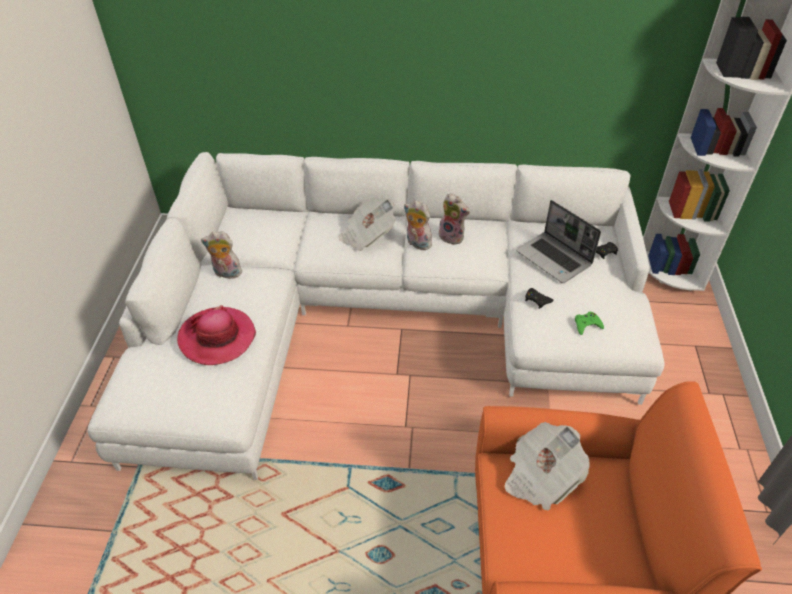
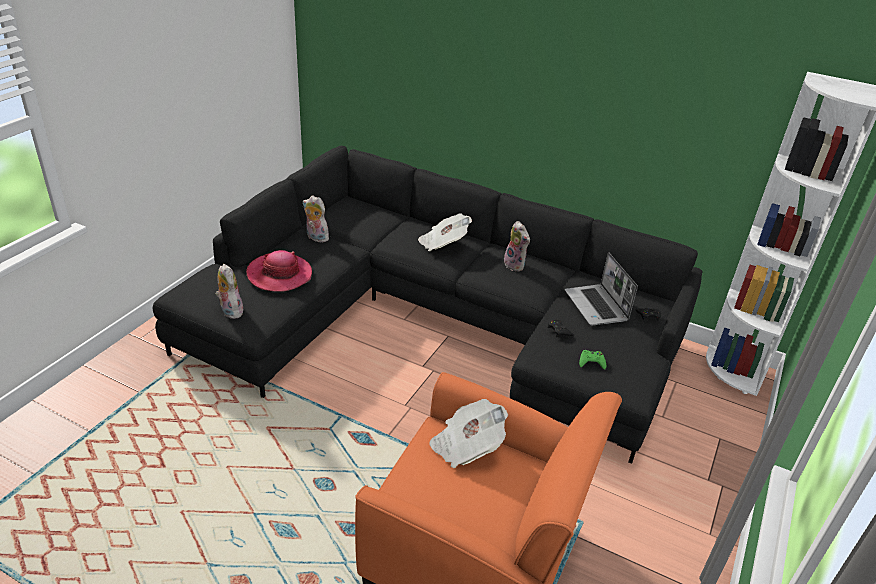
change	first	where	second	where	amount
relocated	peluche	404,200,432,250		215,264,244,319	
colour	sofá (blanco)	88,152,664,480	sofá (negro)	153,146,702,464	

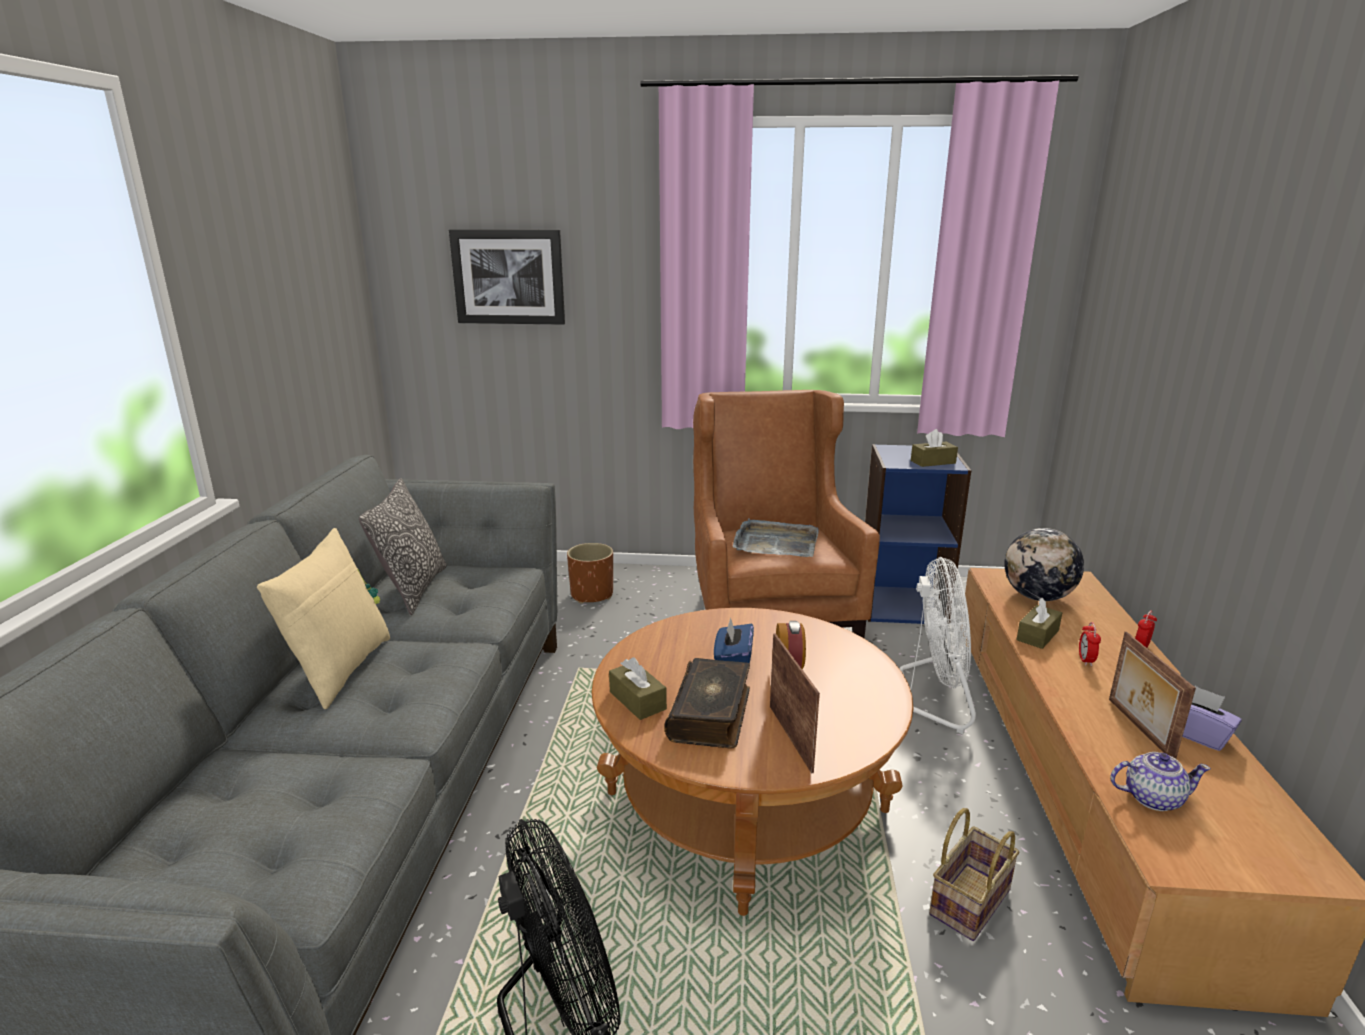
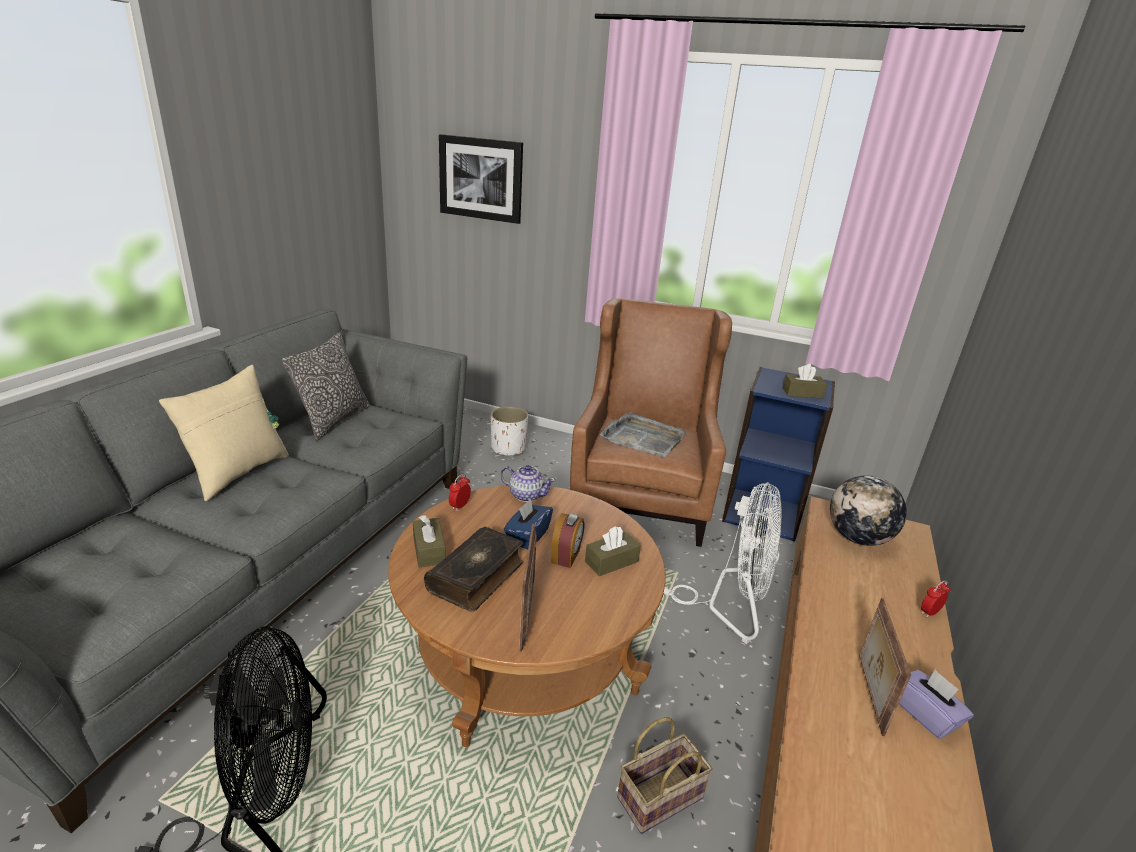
change	first	where	second	where	amount
relocated	caja de pañuelos (marrón)	1016,598,1062,649		585,526,641,576	
relocated	despertador	1079,622,1101,666		449,474,471,511	
relocated	tetera	1111,752,1211,811		500,465,556,502	
colour	maceta (marrón)	567,543,613,604	maceta (blanco)	491,407,528,456	

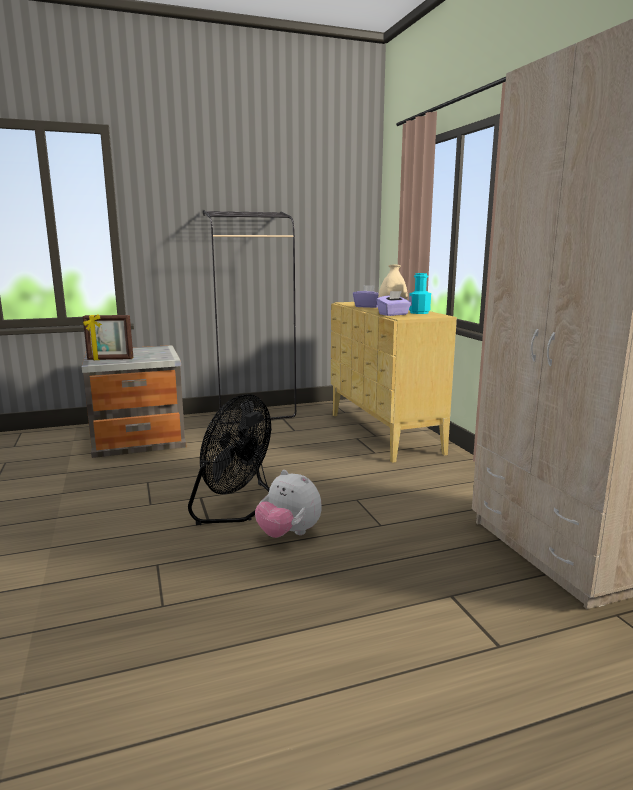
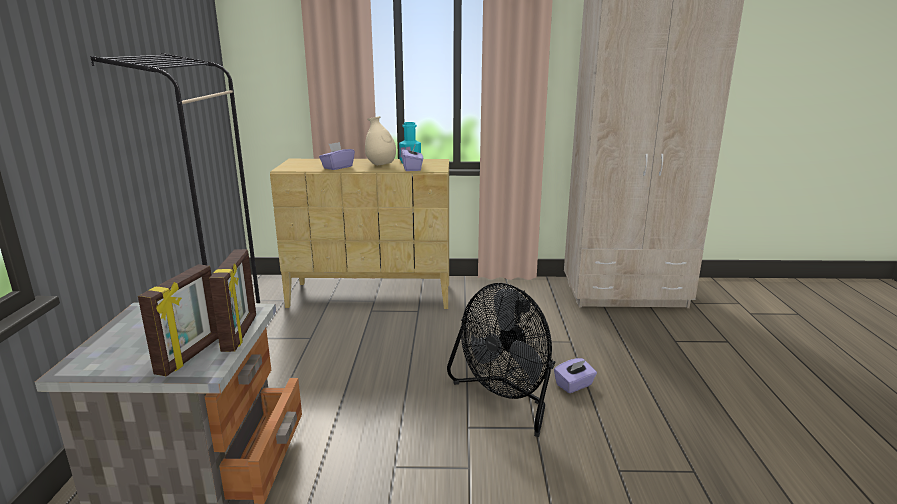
change	first	where	second	where	amount
appeared			portarretratos	209,249,256,352	
exchanged	peluche	255,470,322,538	caja de pañuelos (morado)	554,358,597,393	

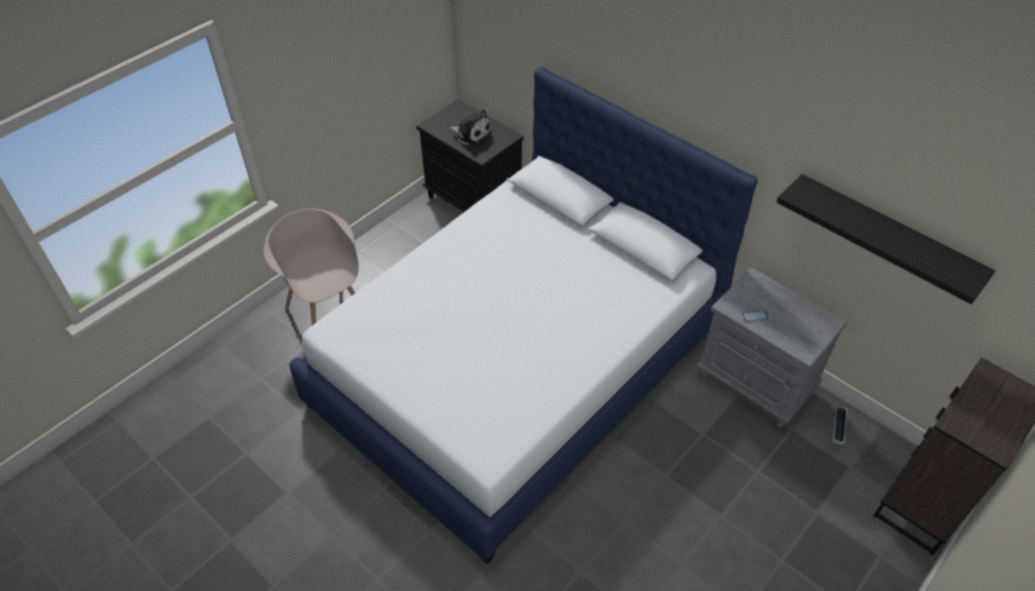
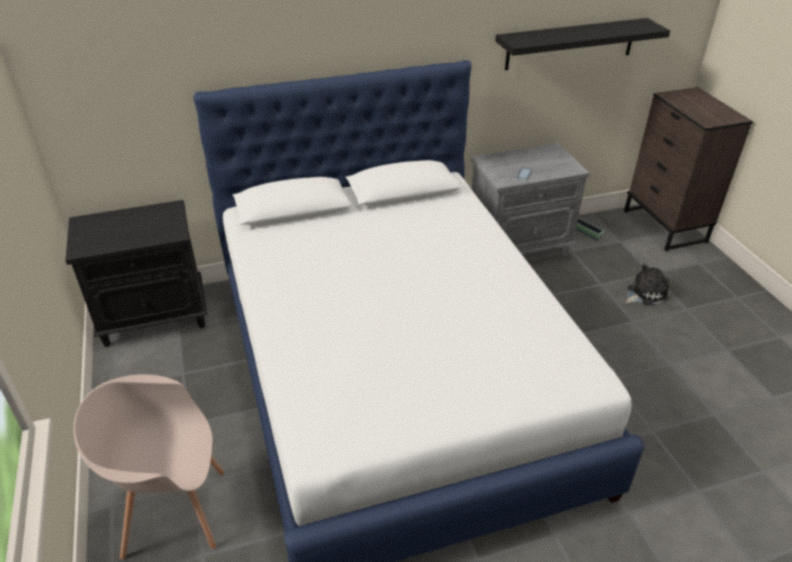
change	first	where	second	where	amount
relocated	peluche	449,109,491,147		625,264,669,306	

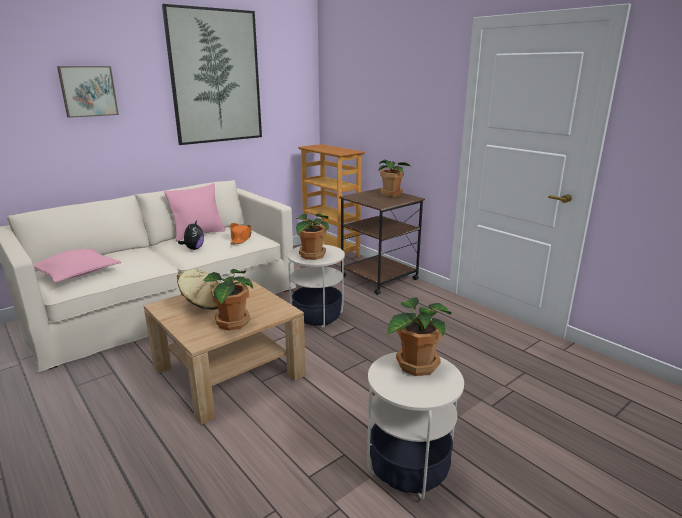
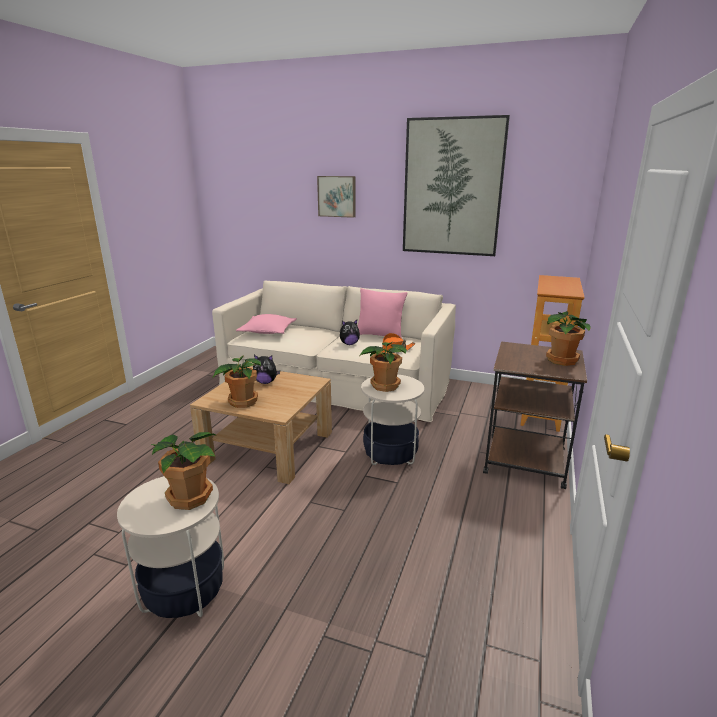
change	first	where	second	where	amount
exchanged	sombrero (beis)	177,269,220,310	peluche	253,355,280,384	

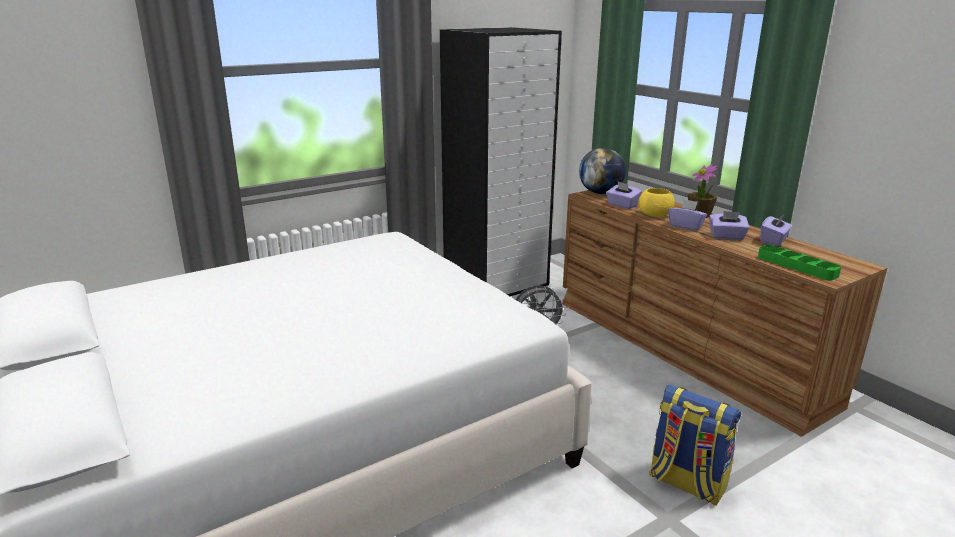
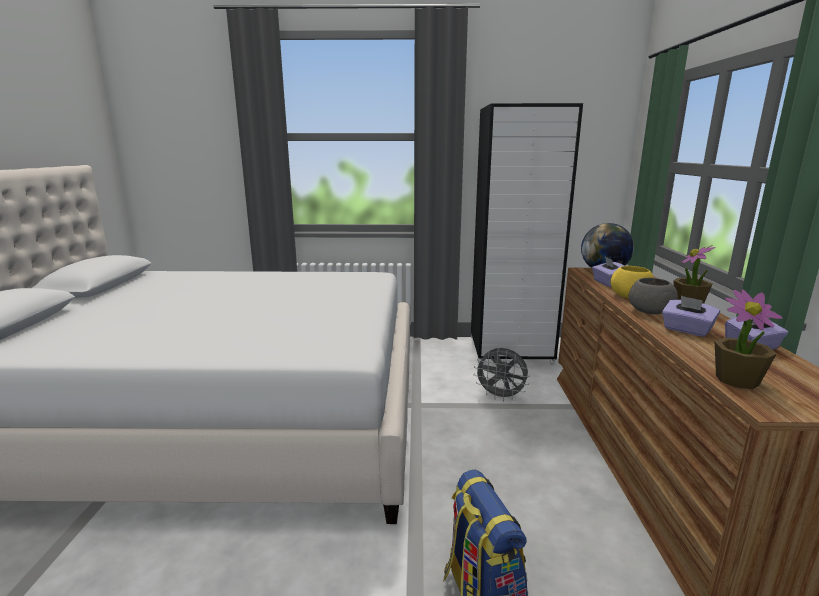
change	first	where	second	where	amount
exchanged	caja de pañuelos (morado)	668,199,707,231	cuenco (gris)	629,278,678,314	
exchanged	bandeja (verde)	758,245,841,280	planta en maceta	715,289,782,389	

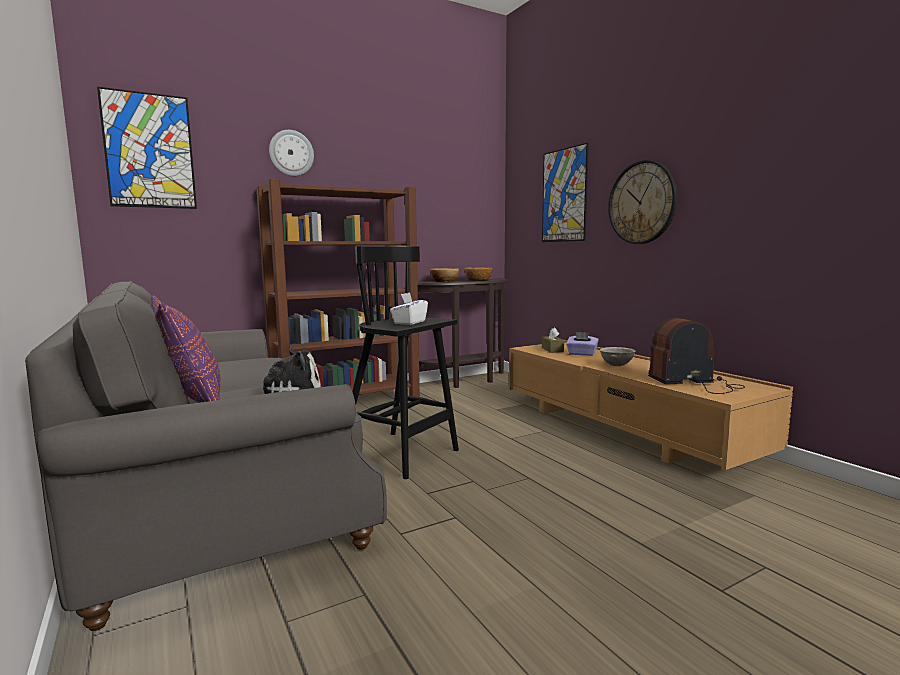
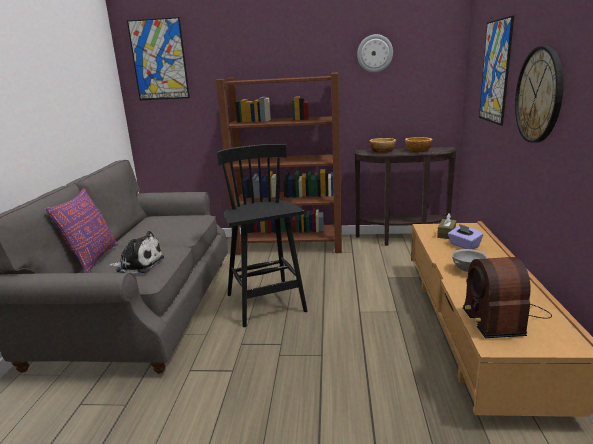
change	first	where	second	where	amount
missing	caja de pañuelos (blanco)	390,292,428,325			
relocated	reloj de pared	269,130,314,176		357,34,393,72	
spun	radio	648,317,745,394		463,257,552,338	120 degrees counterclockwise

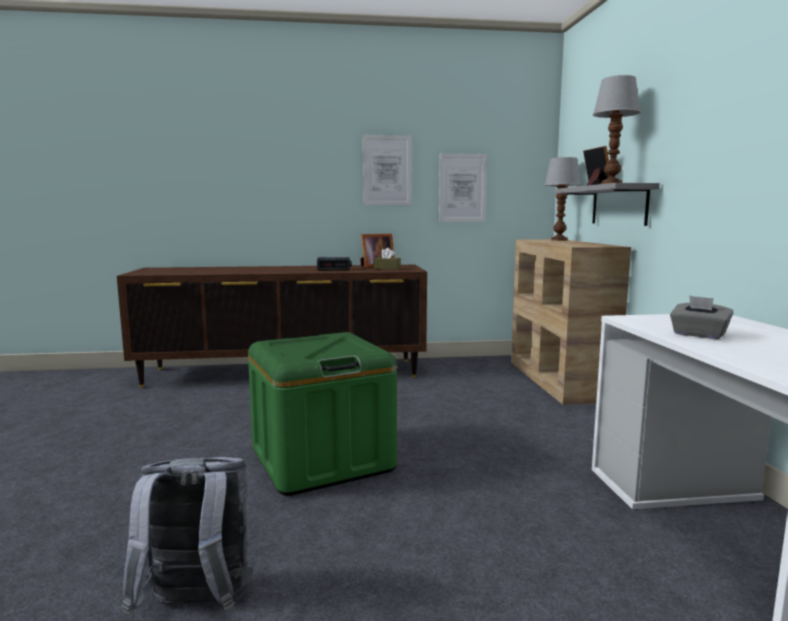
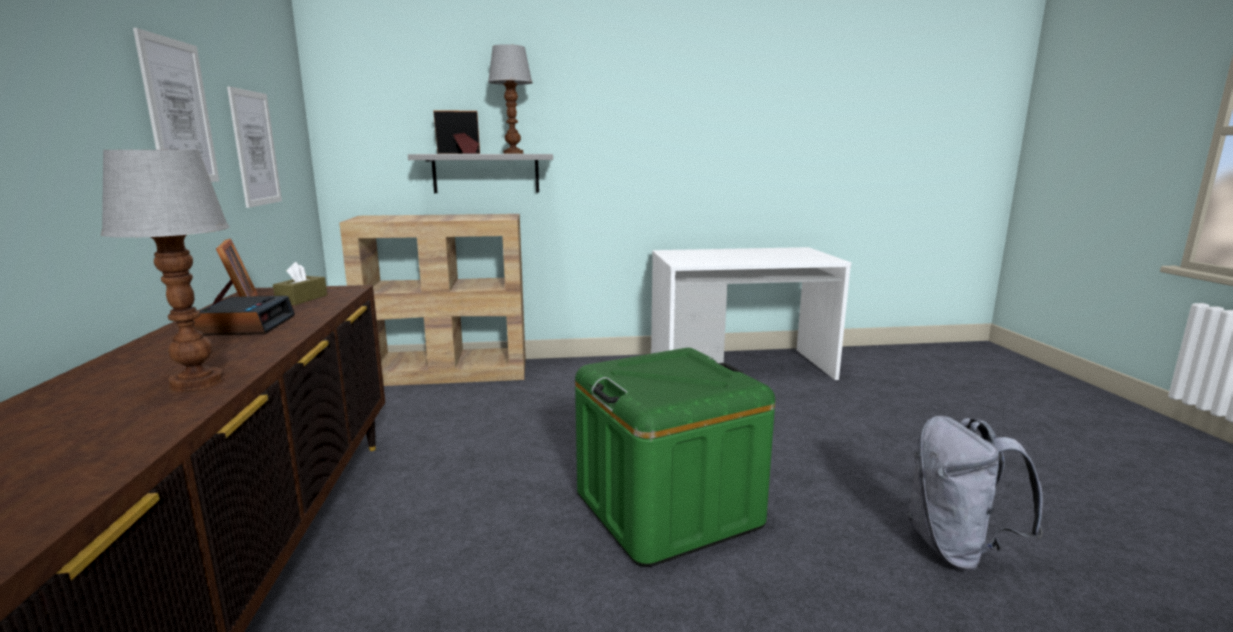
change	first	where	second	where	amount
missing	caja de pañuelos (gris)	670,295,733,339			
relocated	lámpara de mesa	544,157,581,241		101,150,229,391	

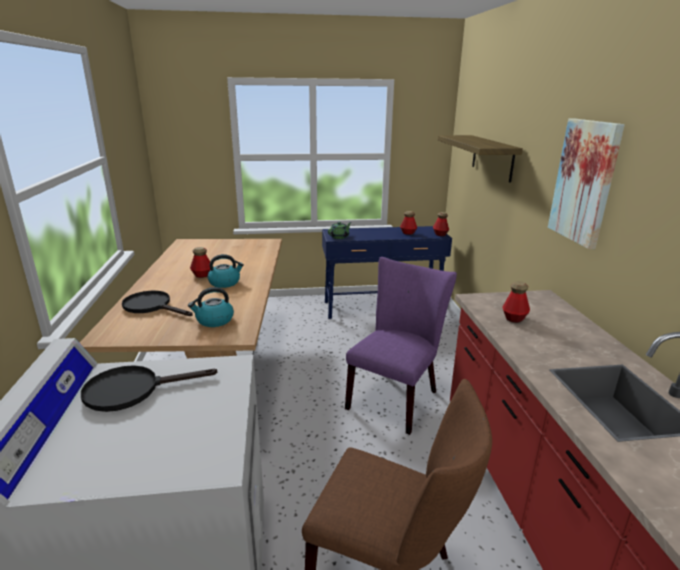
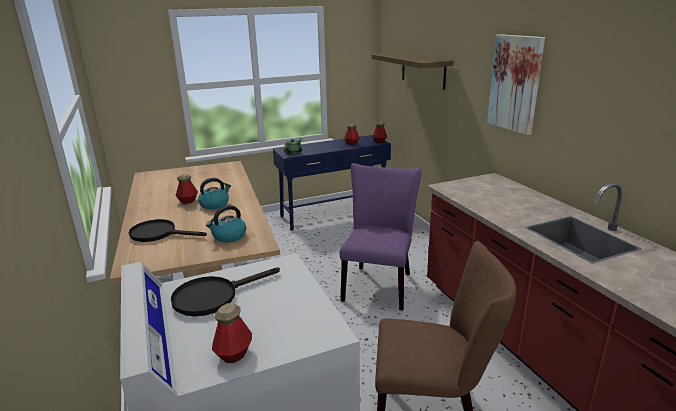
change	first	where	second	where	amount
relocated	botella	502,281,530,323		212,303,252,363	

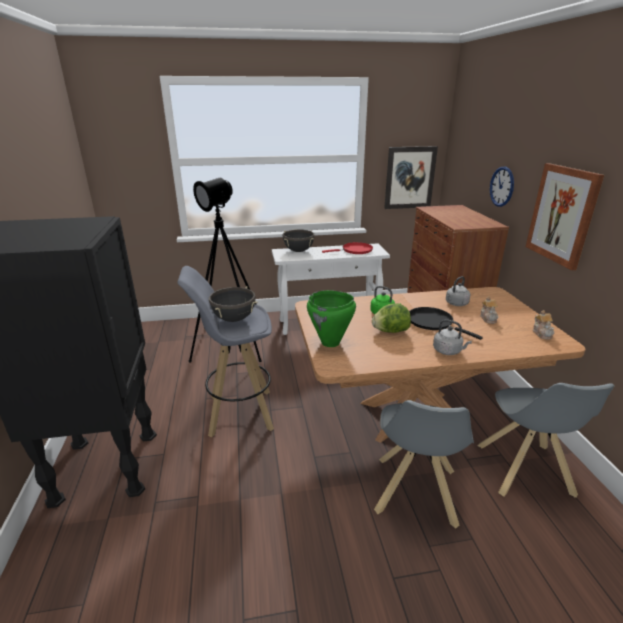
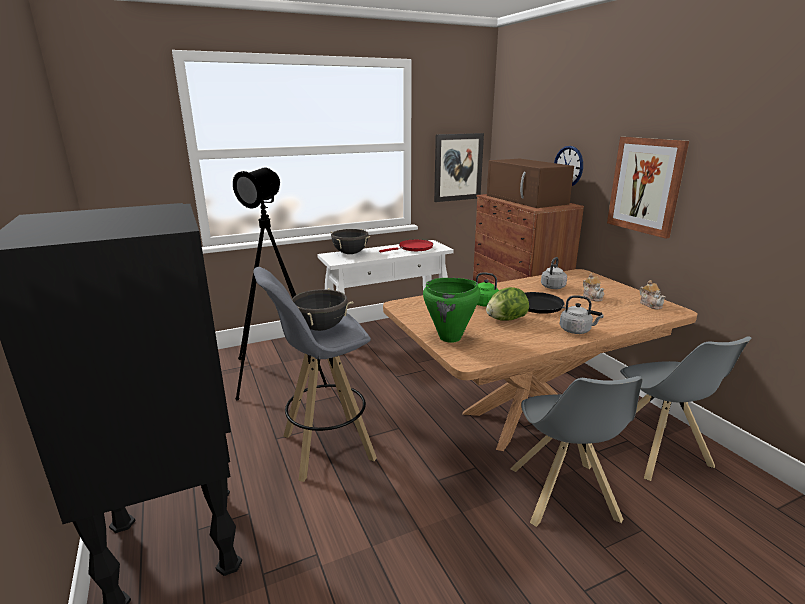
change	first	where	second	where	amount
appeared			microondas (marrón)	487,159,574,208	

